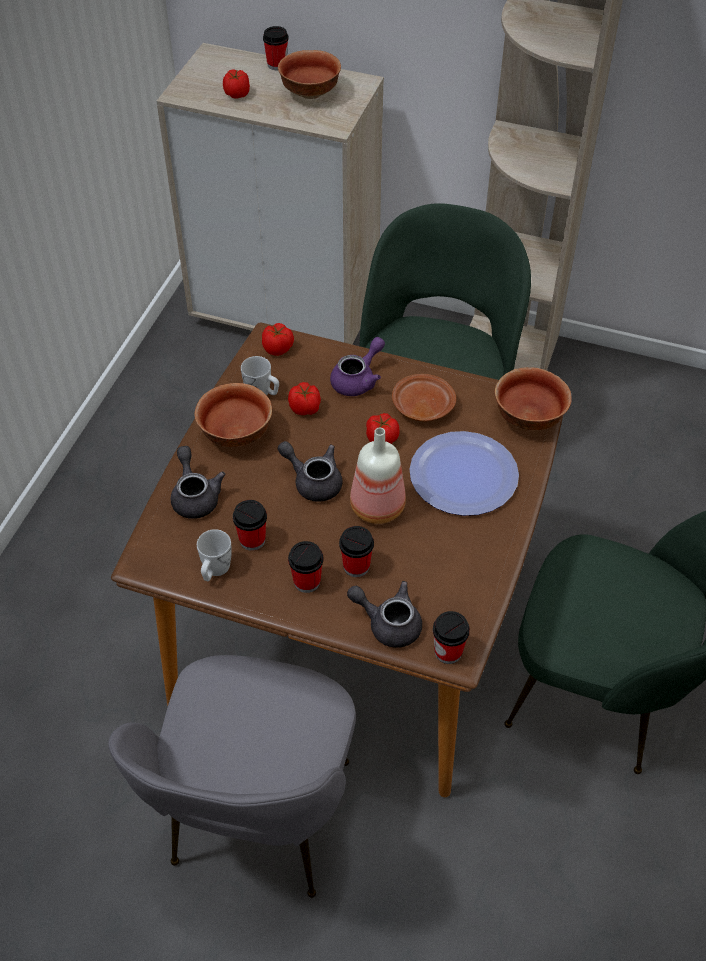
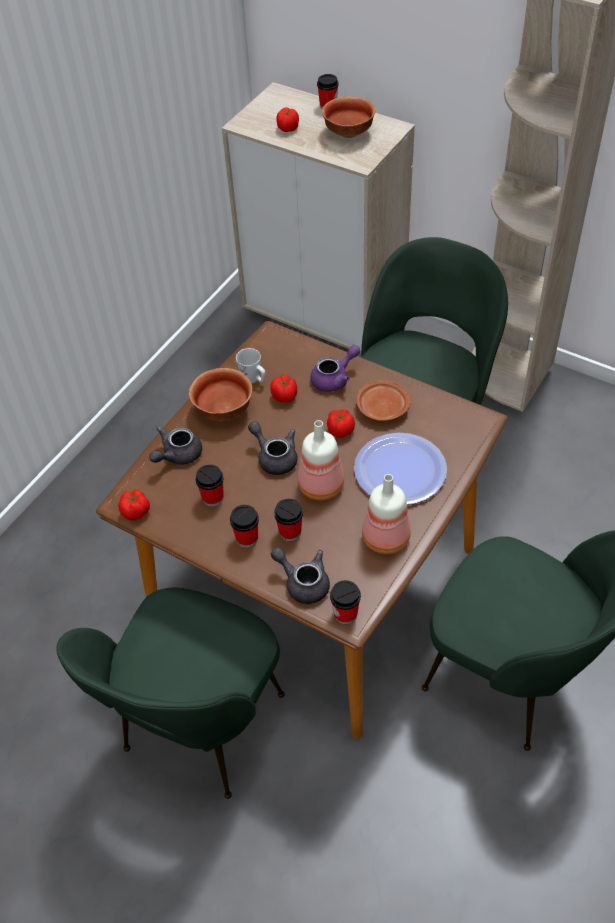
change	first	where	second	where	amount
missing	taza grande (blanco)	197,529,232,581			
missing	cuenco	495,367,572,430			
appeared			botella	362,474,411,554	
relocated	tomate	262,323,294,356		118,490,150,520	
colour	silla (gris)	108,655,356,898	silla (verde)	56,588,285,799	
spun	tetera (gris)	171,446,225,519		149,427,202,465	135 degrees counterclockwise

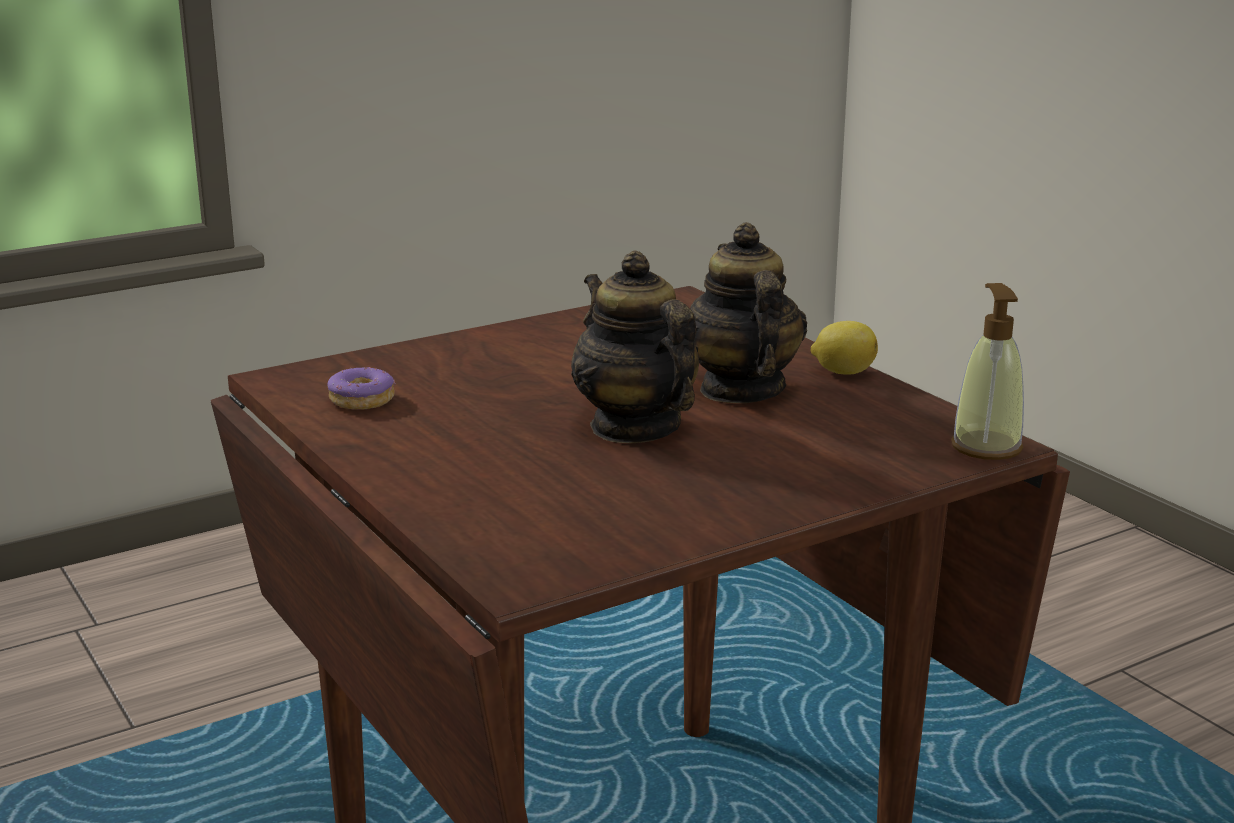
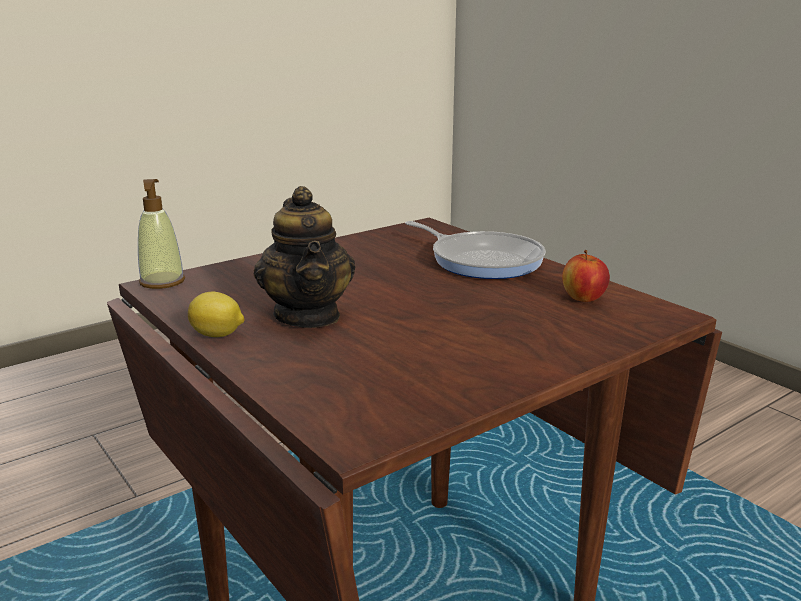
change	first	where	second	where	amount
missing	tetera	571,250,699,443			
appeared			sartén	405,221,546,279	
exchanged	rosquilla	327,367,396,410	manzana	562,250,610,302	

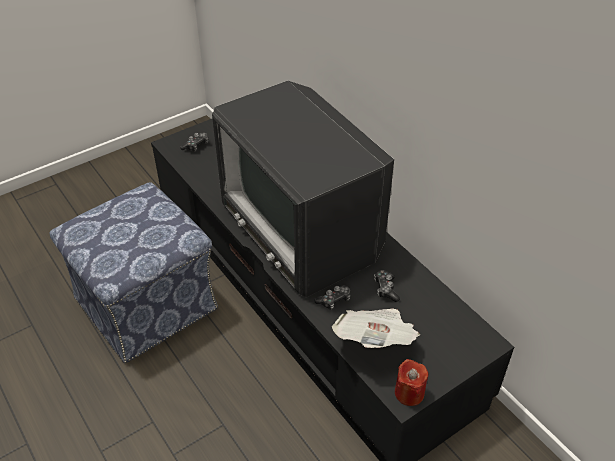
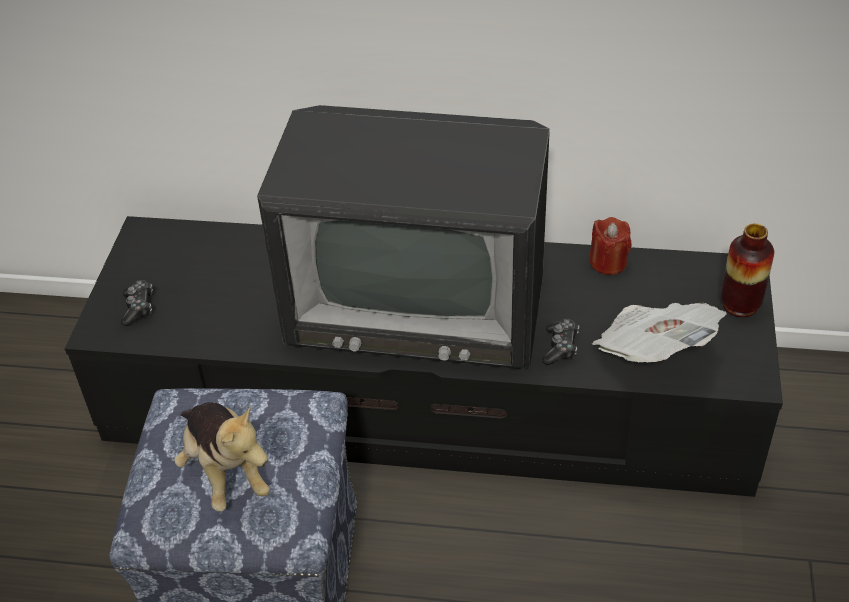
change	first	where	second	where	amount
missing	mando de consola	374,270,400,302			
appeared			peluche	175,402,270,511	
appeared			florero	721,224,774,317	
relocated	vela (rojo)	395,359,429,406		590,217,632,275	

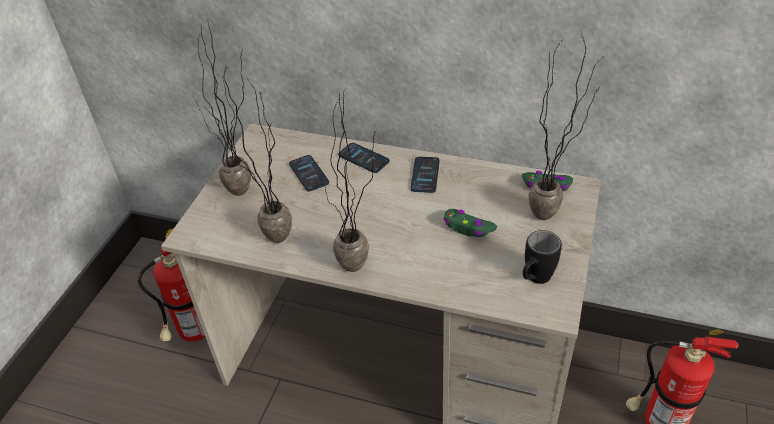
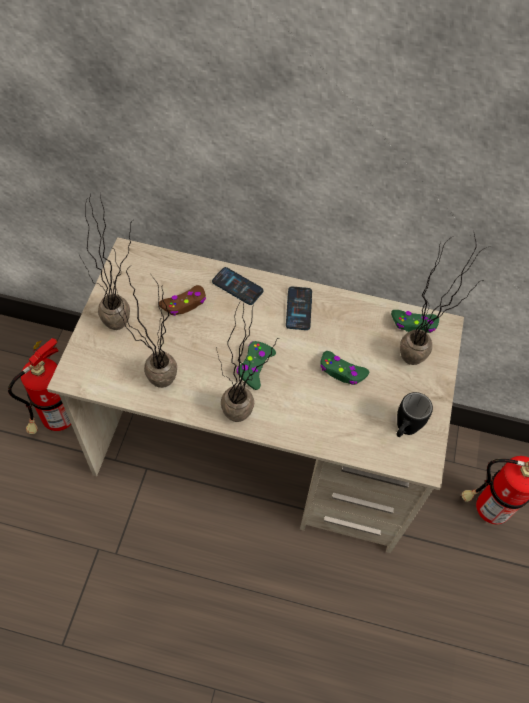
change	first	where	second	where	amount
appeared			mando de consola (verde)	236,341,276,390	
exchanged	móvil	289,155,329,192	mando de consola (marrón)	159,285,206,316	

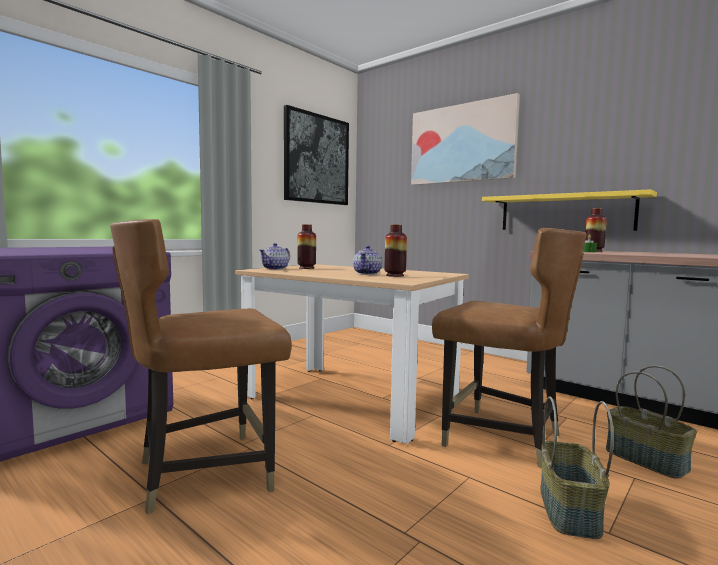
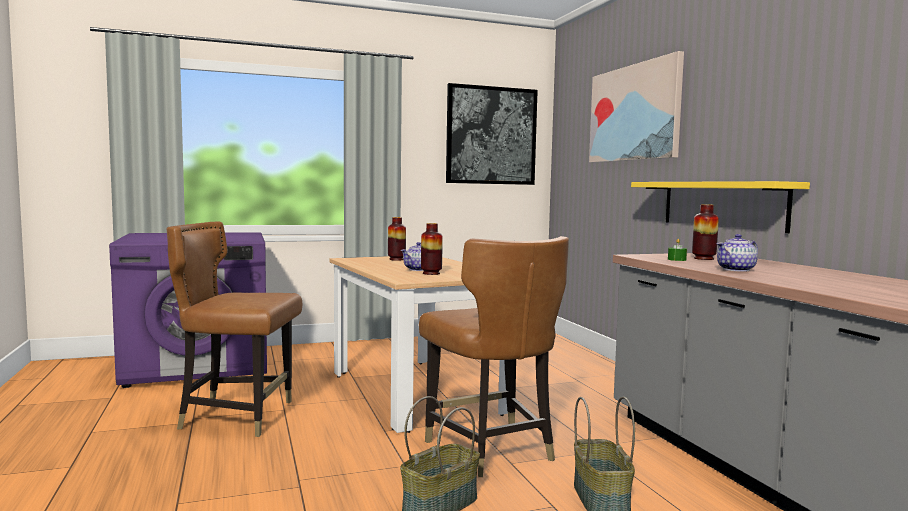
change	first	where	second	where	amount
relocated	tetera	259,243,290,270		717,234,758,272	

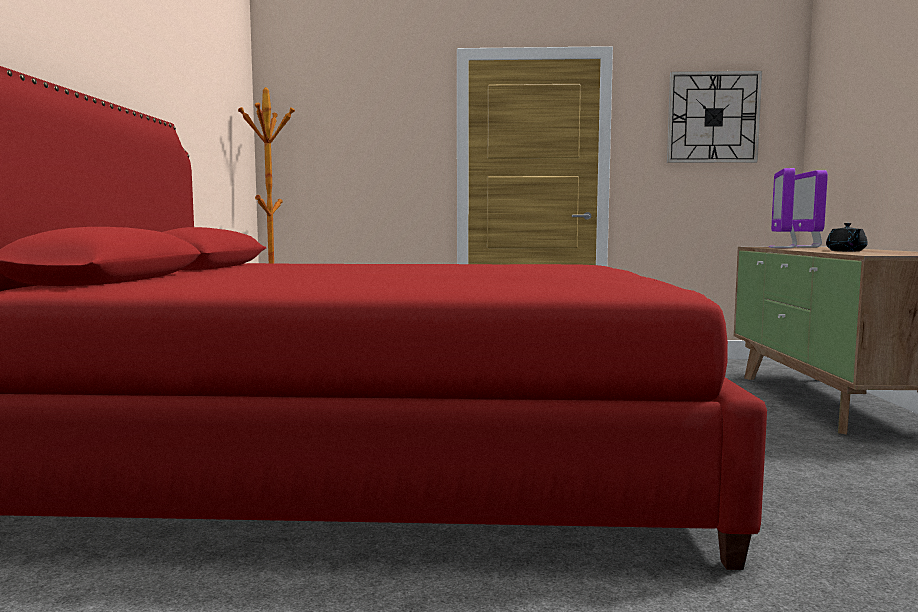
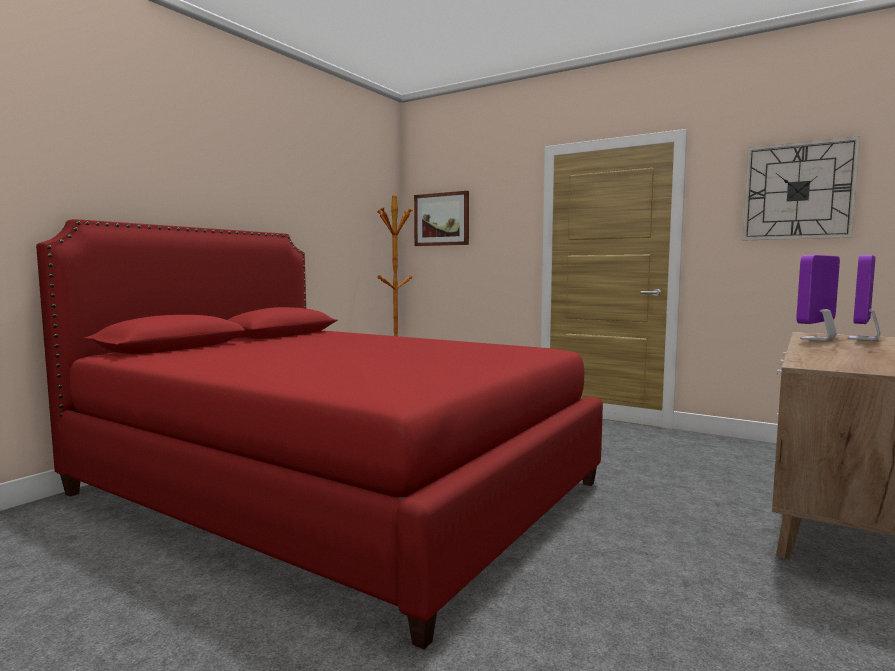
change	first	where	second	where	amount
missing	tetera (negro)	826,223,868,251			
appeared			cuadro	414,191,469,246	

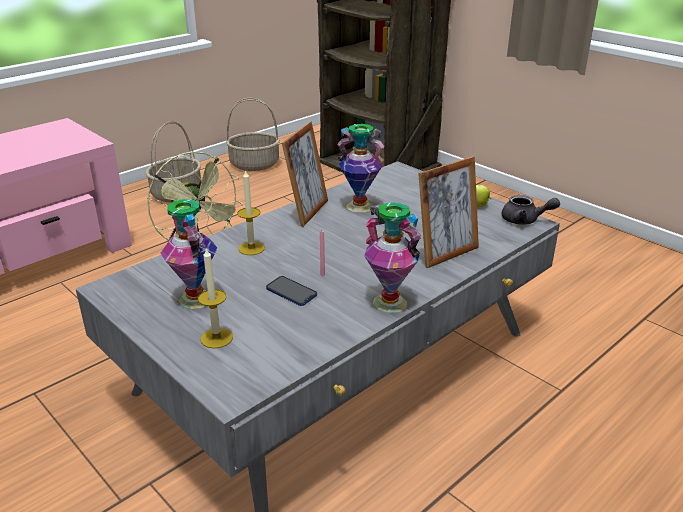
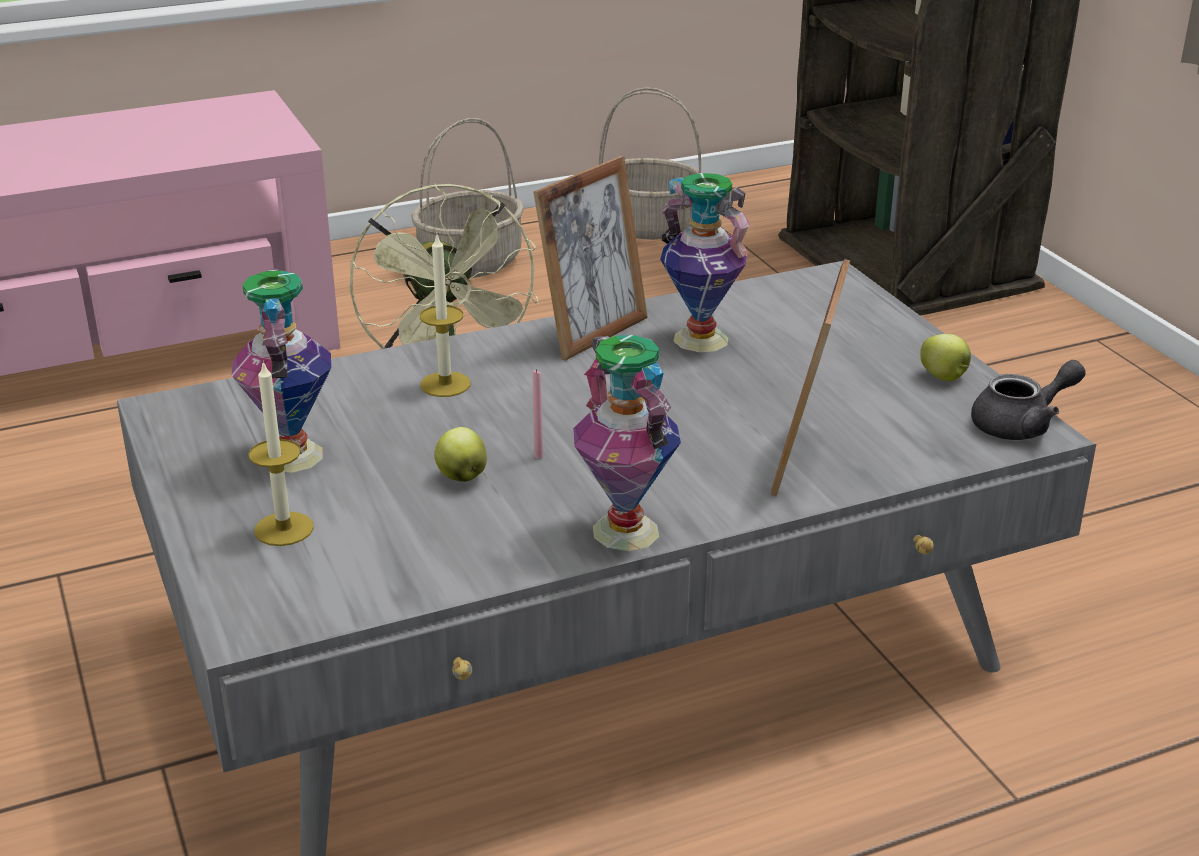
change	first	where	second	where	amount
exchanged	móvil	266,276,317,306	manzana	434,427,487,482	
spun	portarretratos	418,156,479,268		771,259,850,496	120 degrees clockwise
spun	tetera (gris)	502,195,560,225		971,360,1086,440	60 degrees counterclockwise

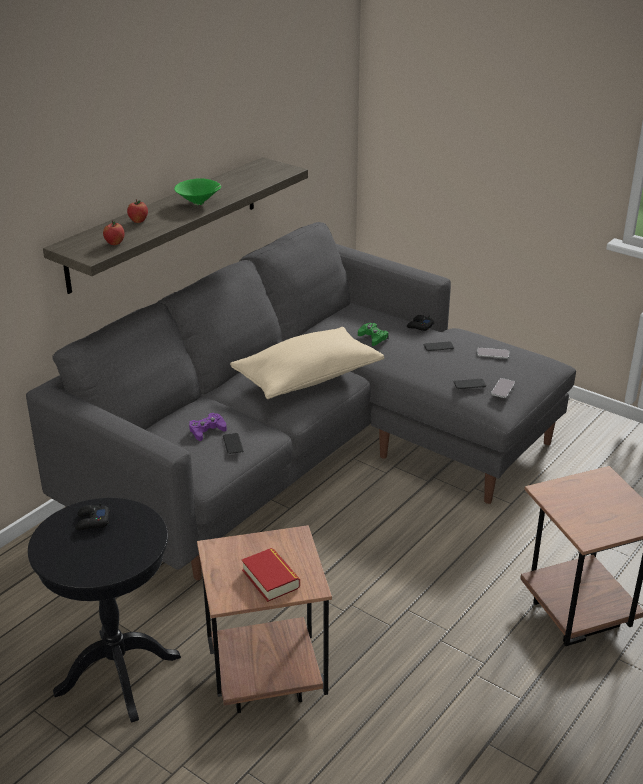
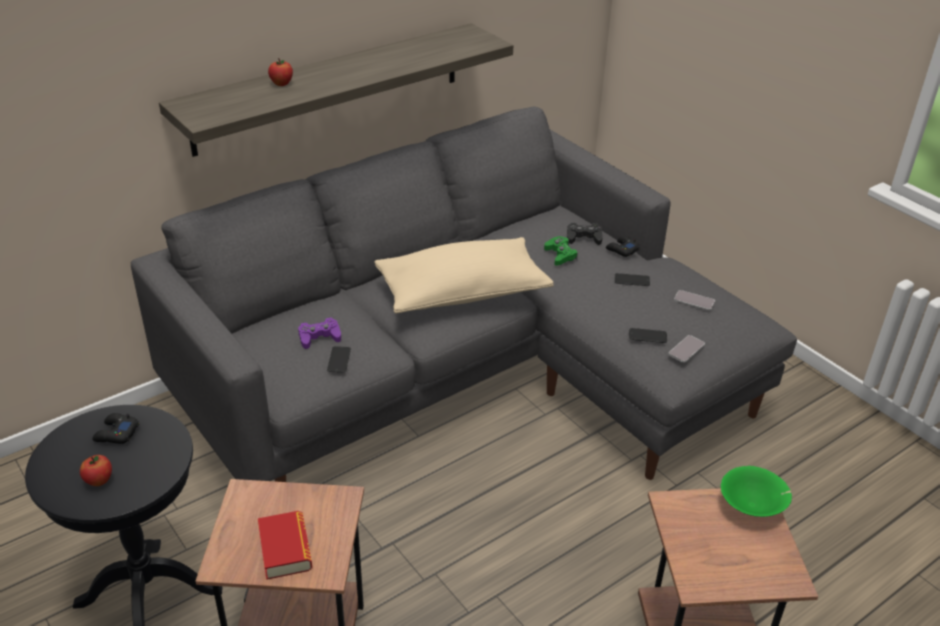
change	first	where	second	where	amount
appeared			mando de consola (negro)	567,223,603,245	
relocated	manzana	103,221,125,245		80,455,112,486	
relocated	cuenco (verde)	174,178,221,205		721,466,792,517	

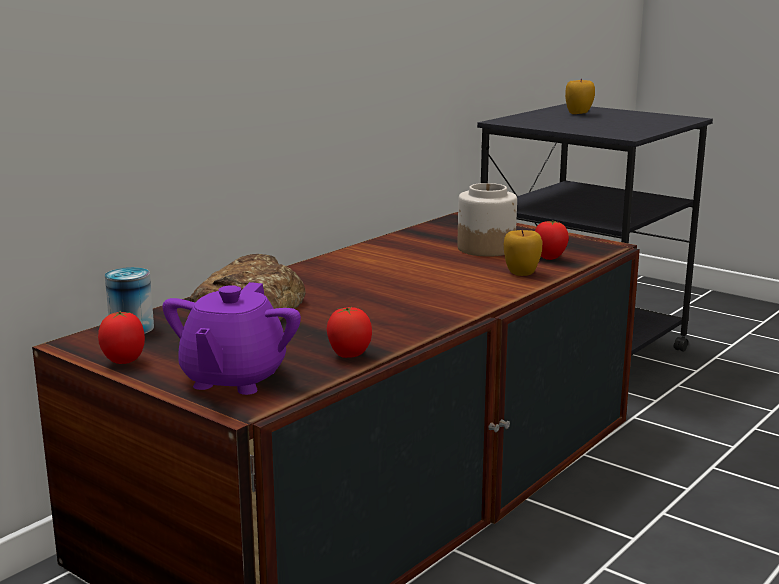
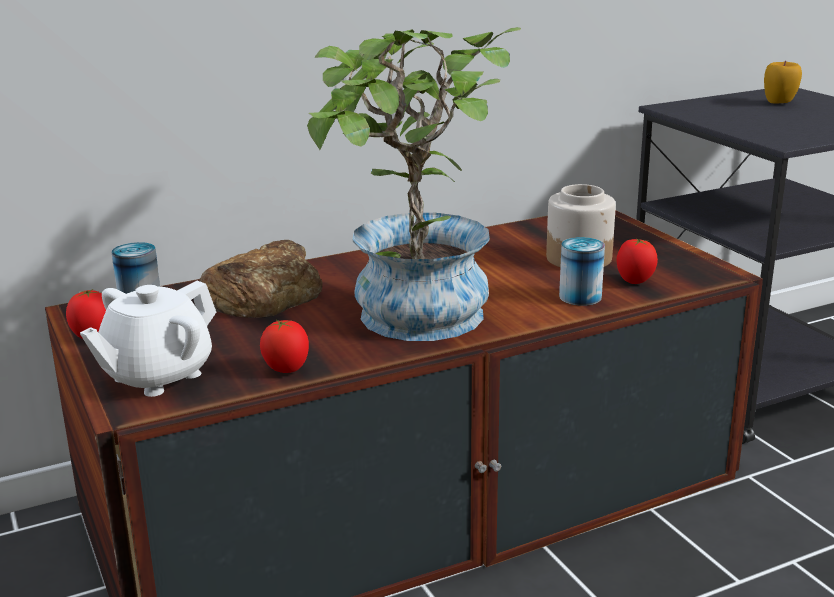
change	first	where	second	where	amount
appeared			planta en maceta	307,27,521,341	
exchanged	manzana	504,230,542,276	lata	559,237,605,306	
colour	tetera (morado)	162,282,301,395	tetera (blanco)	80,280,216,397	

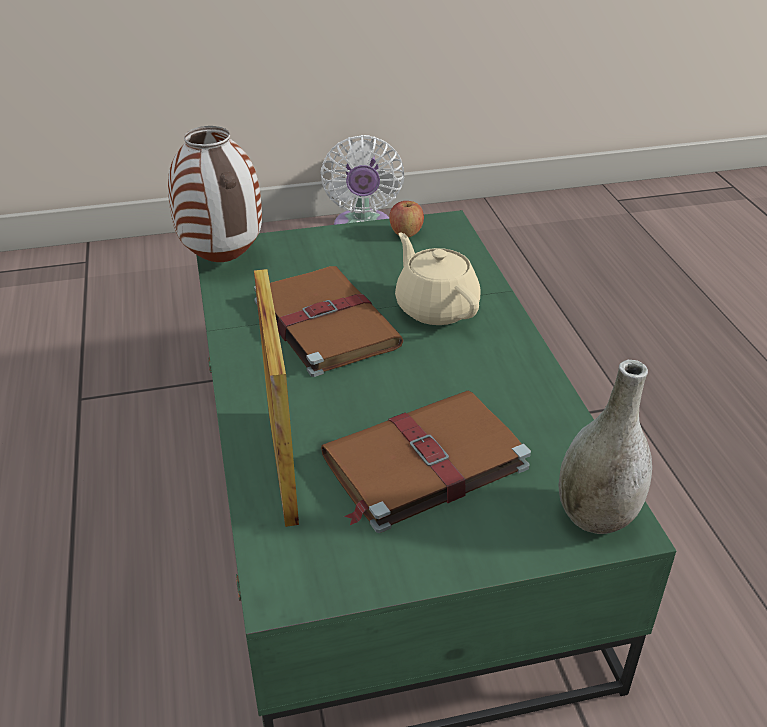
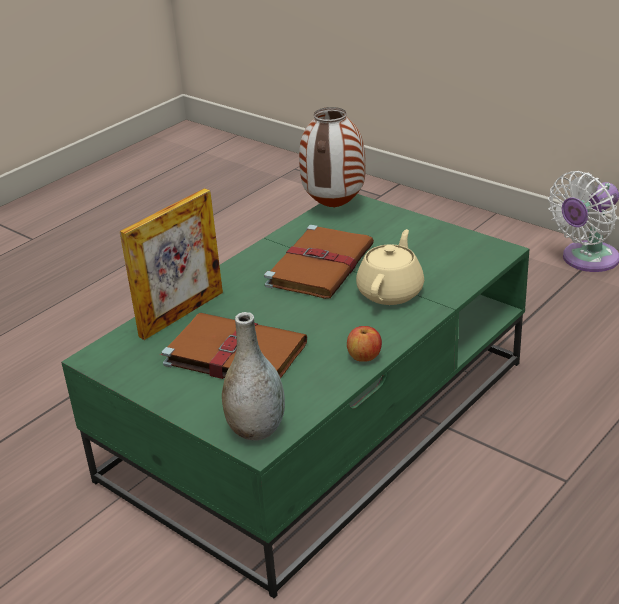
change	first	where	second	where	amount
relocated	manzana	389,201,424,238		347,326,382,362	

